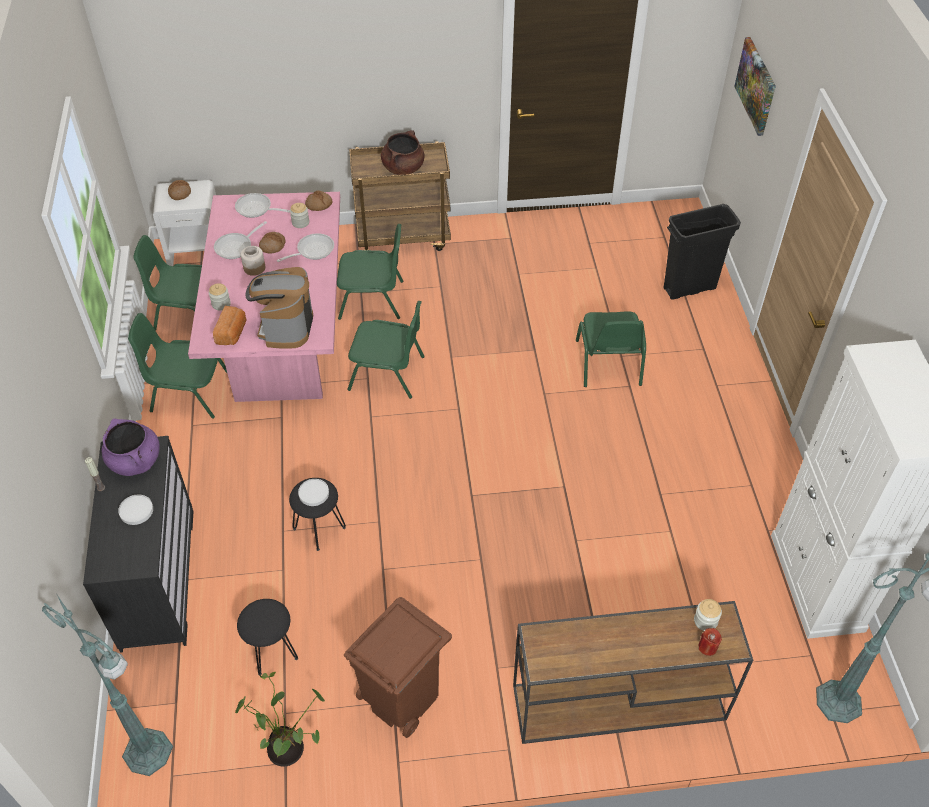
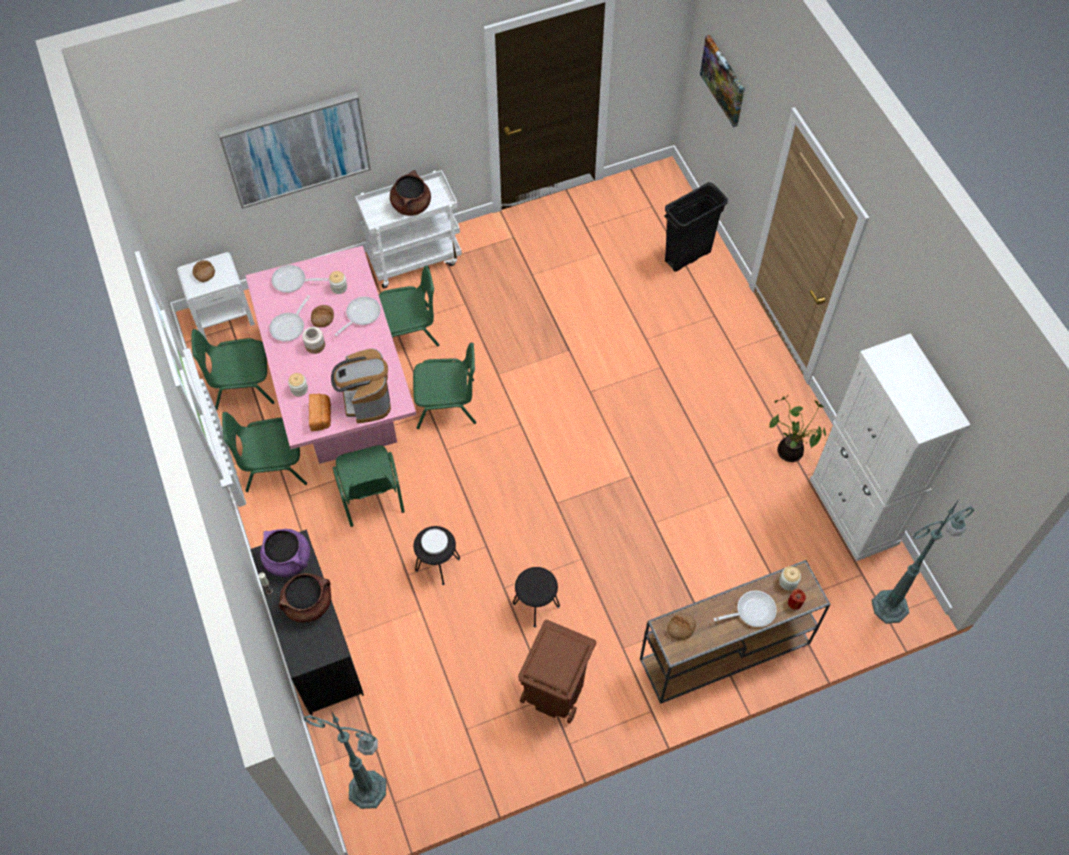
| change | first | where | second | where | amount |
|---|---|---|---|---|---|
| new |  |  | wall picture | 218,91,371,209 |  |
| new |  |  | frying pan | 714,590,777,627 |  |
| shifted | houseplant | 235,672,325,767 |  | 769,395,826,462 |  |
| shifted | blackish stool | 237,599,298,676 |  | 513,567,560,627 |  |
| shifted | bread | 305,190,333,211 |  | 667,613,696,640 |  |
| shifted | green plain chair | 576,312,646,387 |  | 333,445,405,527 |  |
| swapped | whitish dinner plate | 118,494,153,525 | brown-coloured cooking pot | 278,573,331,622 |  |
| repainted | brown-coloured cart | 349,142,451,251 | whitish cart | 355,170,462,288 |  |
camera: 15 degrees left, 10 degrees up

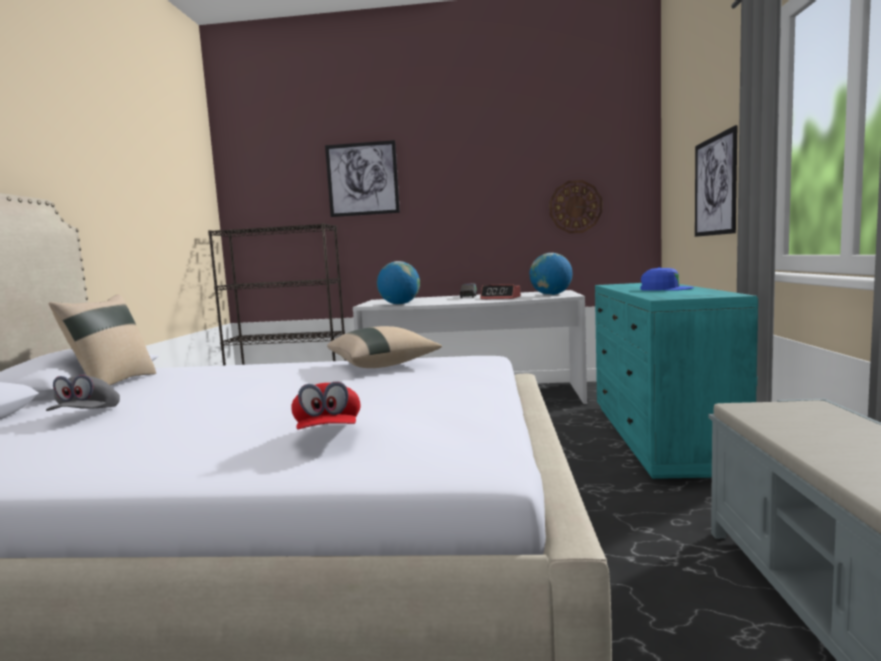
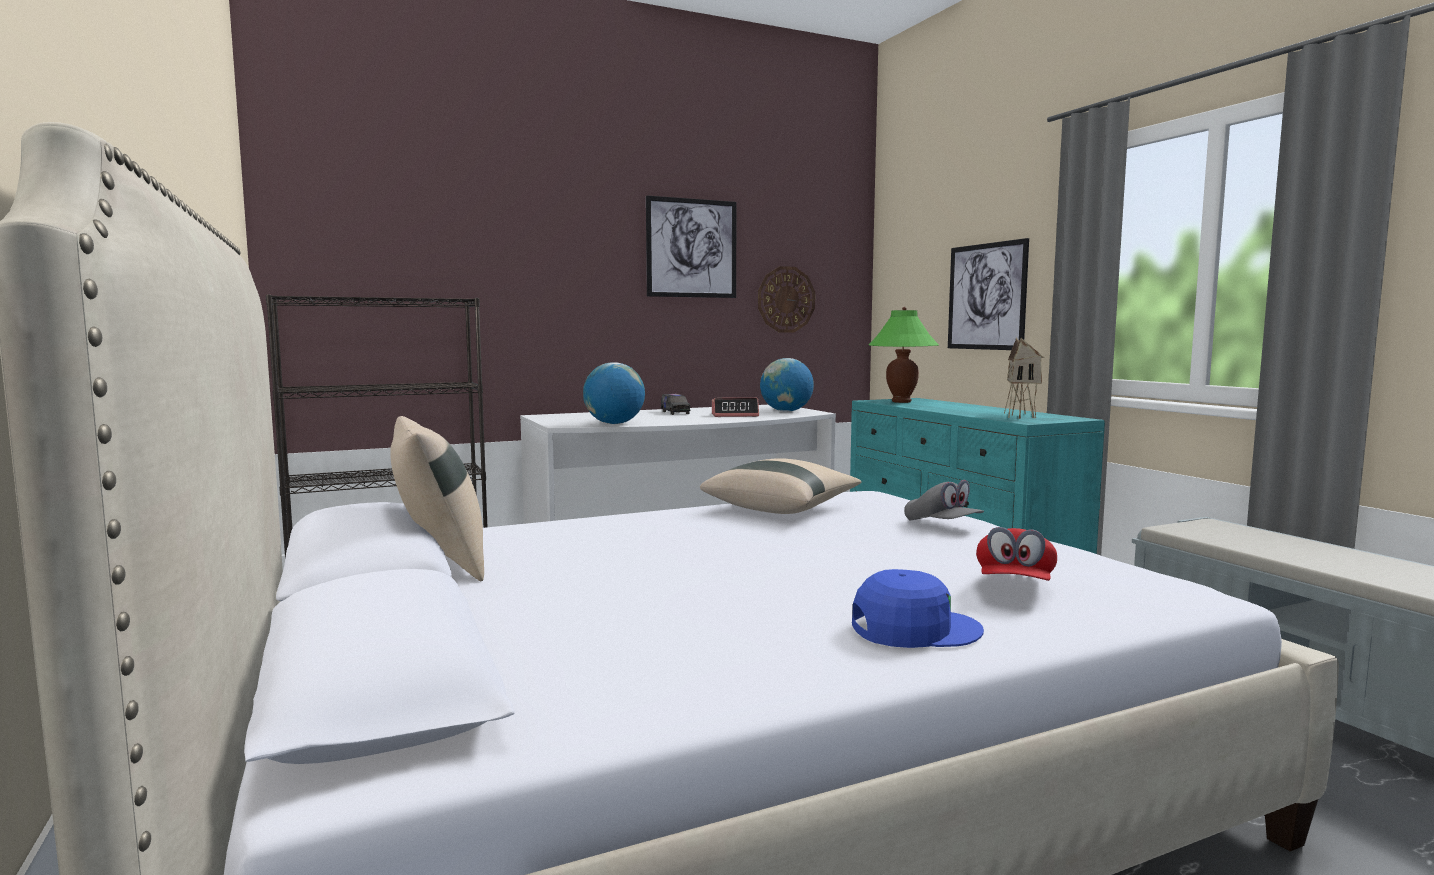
| change | first | where | second | where | amount |
|---|---|---|---|---|---|
| new |  |  | green table lamp | 869,307,939,403 |  |
| new |  |  | miniature house | 1004,337,1044,419 |  |
| shifted | grey baseball cap | 46,375,120,411 |  | 904,480,984,521 |  |
| shifted | wall picture | 325,140,400,217 |  | 646,195,737,298 |  |
| shifted | blue baseball cap | 640,267,694,291 |  | 852,569,984,648 |  |
| rotated | red baseball cap | 291,381,360,430 |  | 976,527,1057,581 | 60 degrees clockwise |
camera: 30 degrees left, 0 degrees up

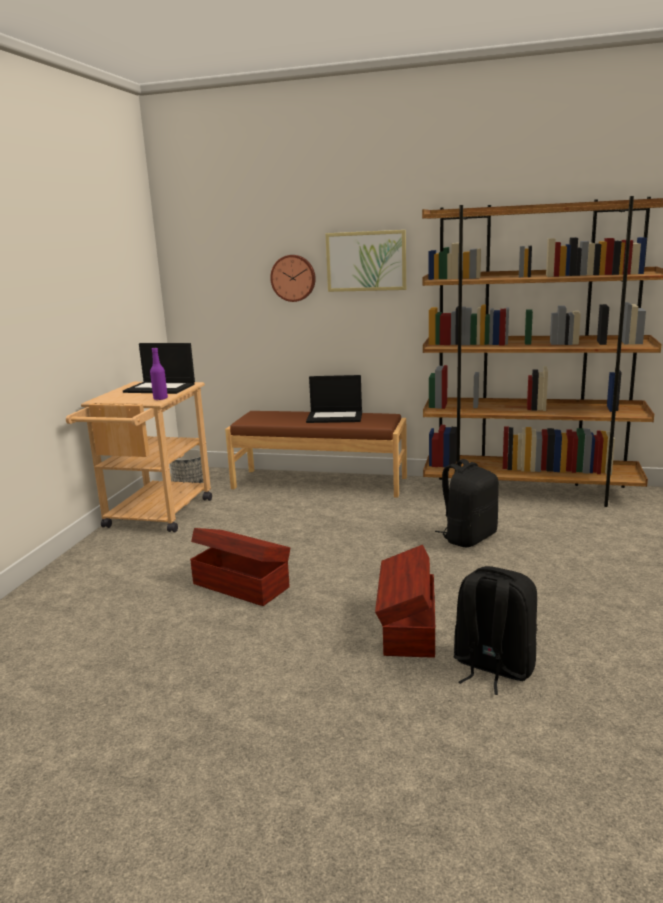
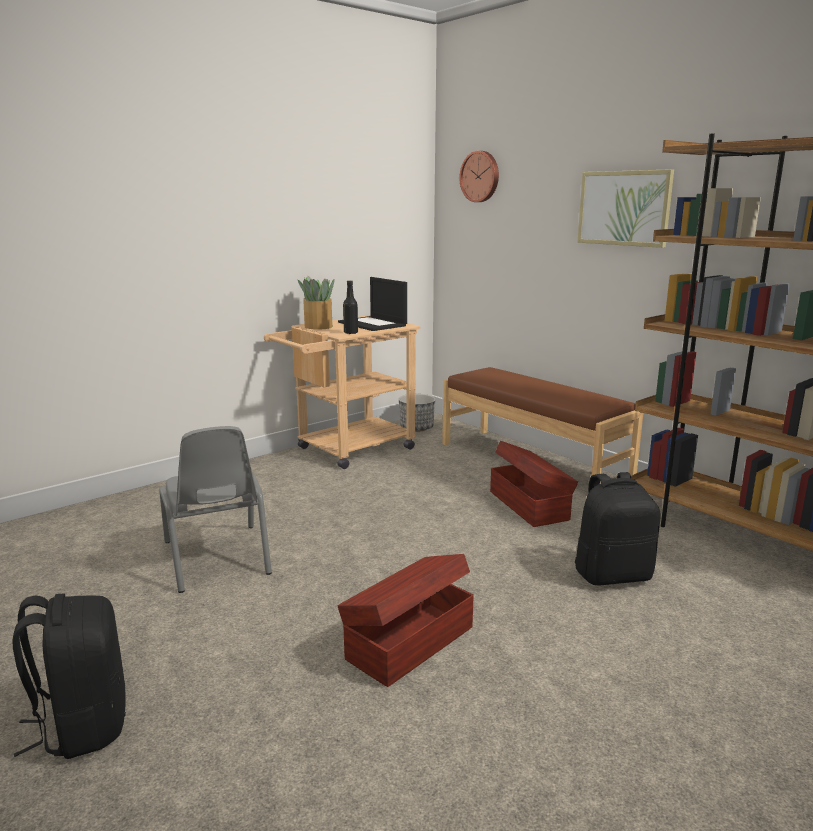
| change | first | where | second | where | amount |
|---|---|---|---|---|---|
| gone | portable computer | 306,375,362,423 |  |  |  |
| new |  |  | grey plain chair | 159,426,272,593 |  |
| new |  |  | houseplant | 298,276,335,330 |  |
| shifted | brown-coloured storage box | 190,528,290,606 |  | 490,441,578,527 |  |
| shifted | hanging clock | 270,255,316,302 |  | 459,151,499,202 |  |
| shifted | blackish knapsack | 454,566,537,695 |  | 13,594,126,759 |  |
| repainted | purple drink bottle | 150,348,168,400 | blackish drink bottle | 343,280,358,334 |  |
camera: 35 degrees right, 0 degrees up

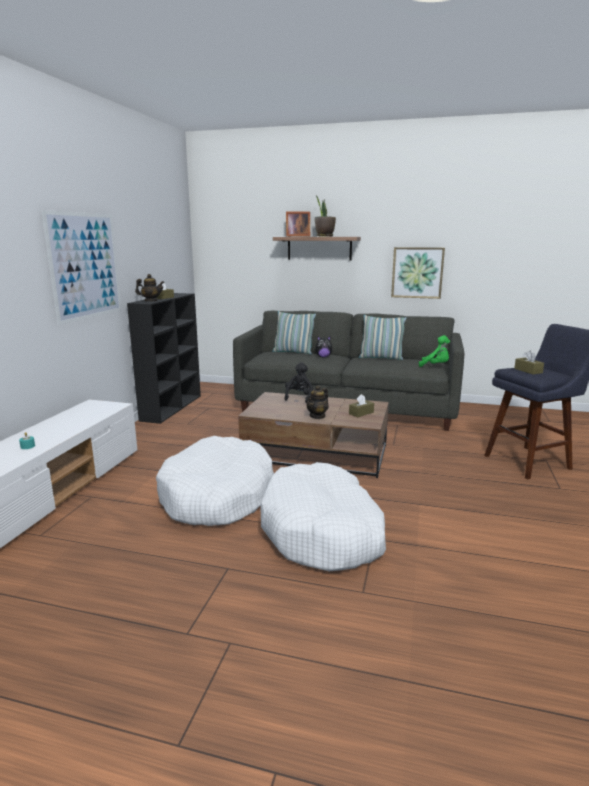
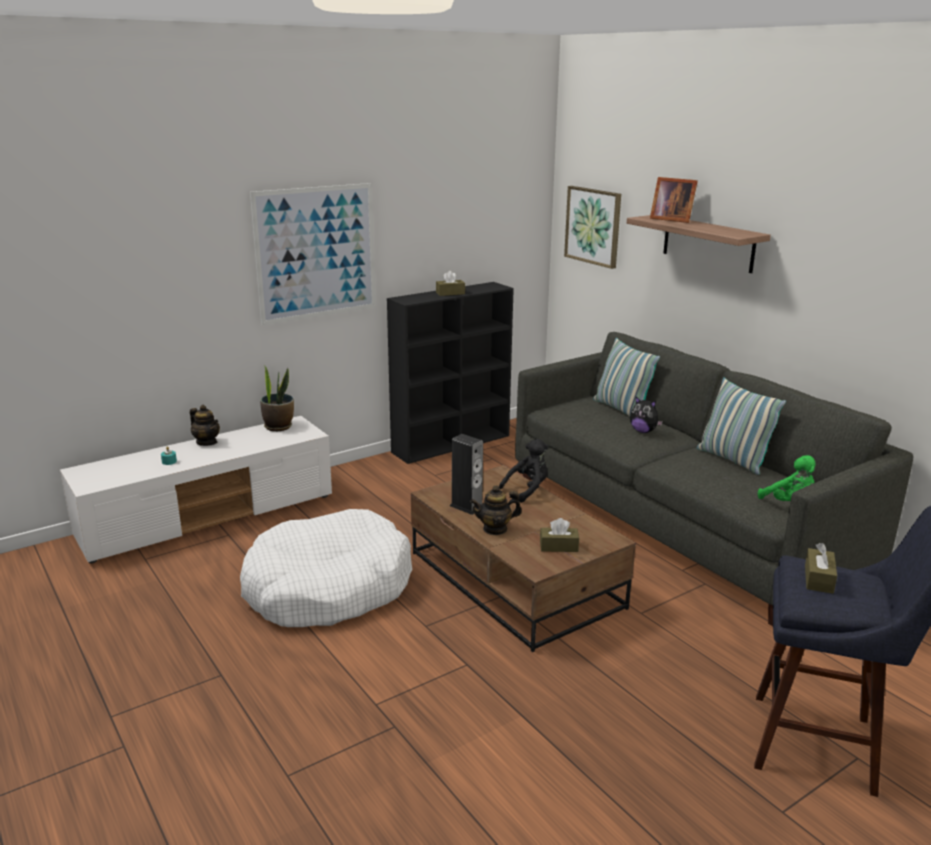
| change | first | where | second | where | amount |
|---|---|---|---|---|---|
| gone | whitish dog cushion | 260,462,386,571 |  |  |  |
| new |  |  | audio speaker | 450,434,483,515 |  |
| shifted | tea pot | 135,274,164,301 |  | 190,405,220,446 |  |
| shifted | houseplant | 315,196,336,237 |  | 260,365,294,431 |  |
| shifted | wall picture | 391,247,445,299 |  | 564,186,621,269 |  |
camera: 40 degrees right, 5 degrees up

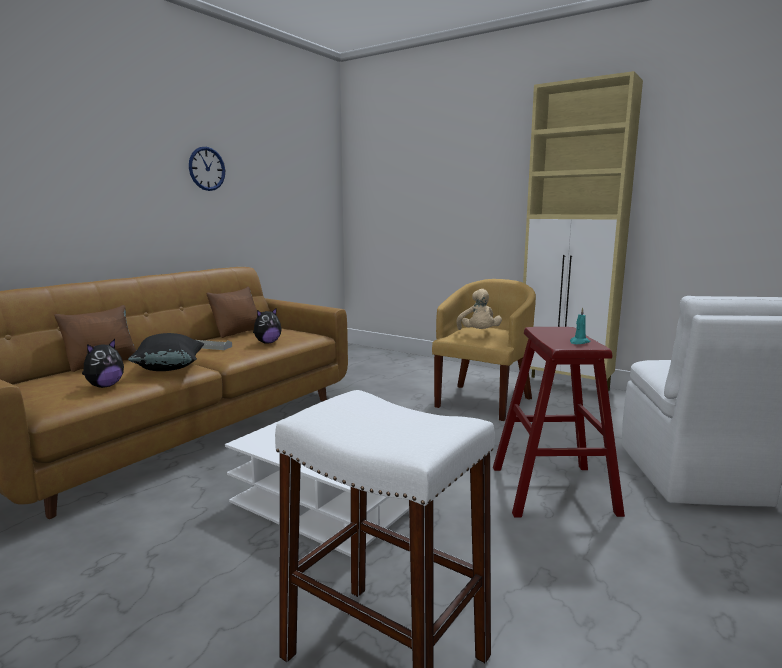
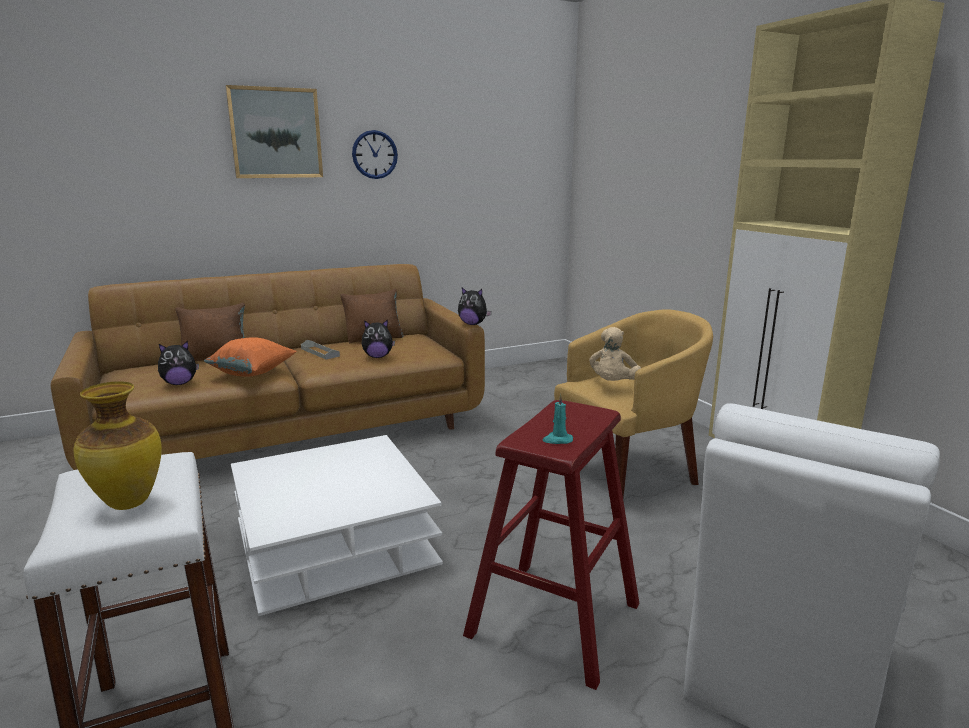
| change | first | where | second | where | amount |
|---|---|---|---|---|---|
| new |  |  | decorative vase | 74,381,162,510 |  |
| new |  |  | wall picture | 225,85,323,178 |  |
| new |  |  | soft toy | 458,287,492,325 |  |
| repainted | blackish cushion | 128,333,205,371 | orange cushion | 204,337,297,377 |  |
camera: 30 degrees right, 5 degrees up

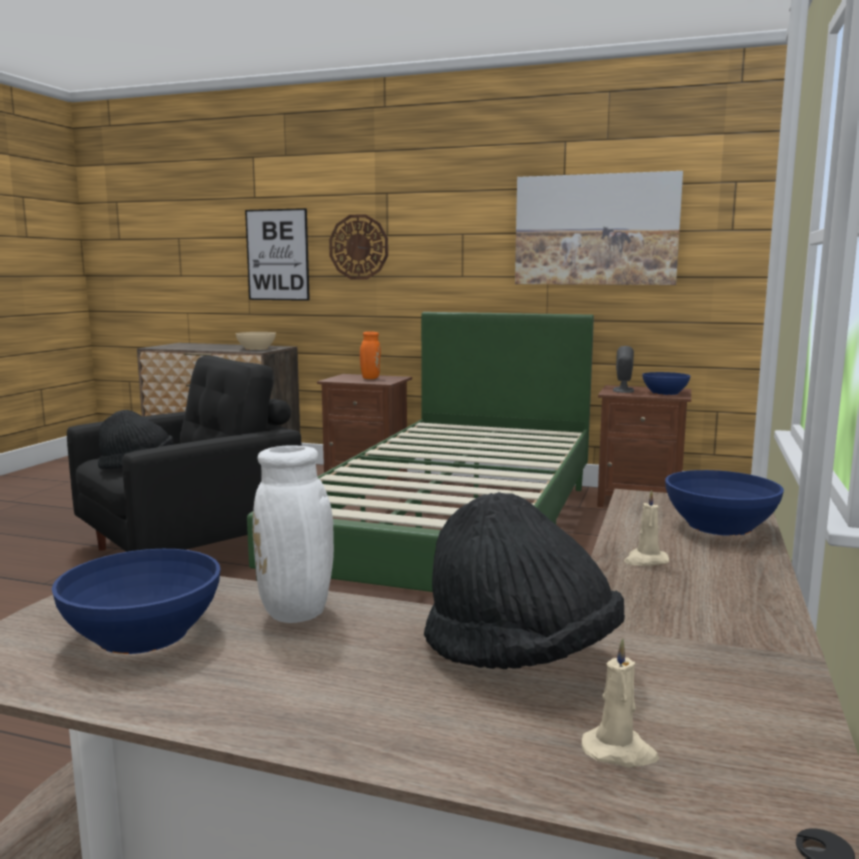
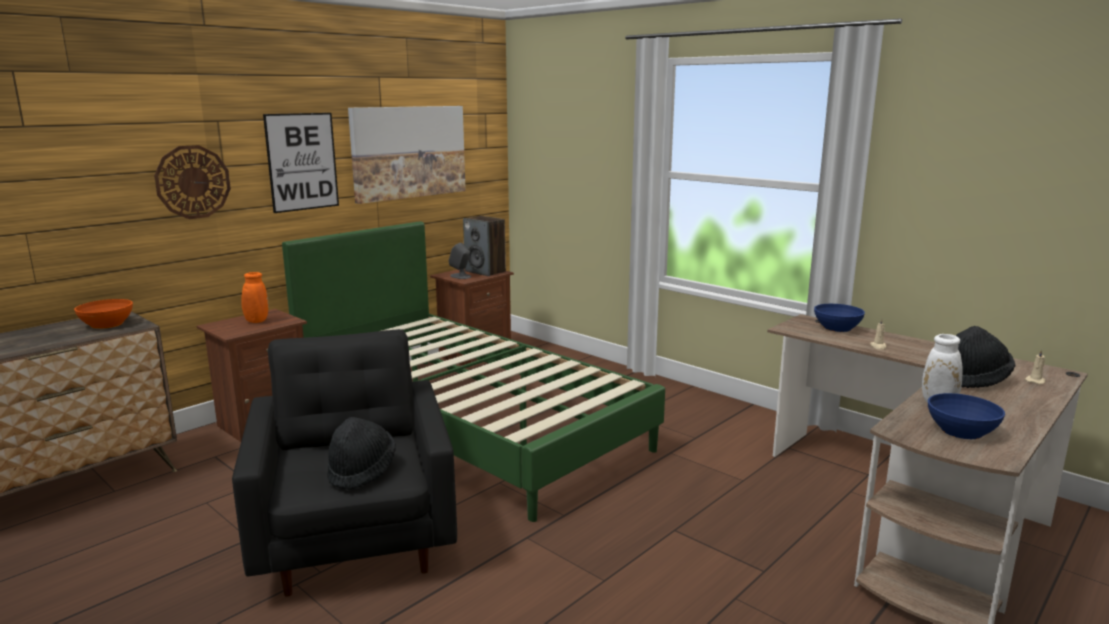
| change | first | where | second | where | amount |
|---|---|---|---|---|---|
| shifted | wall picture | 245,208,310,301 |  | 263,113,339,213 |  |
| swapped | blue serving bowl | 642,372,690,395 | audio speaker | 463,216,506,276 |  |
| repainted | beige serving bowl | 236,332,276,350 | orange serving bowl | 74,299,133,329 |  |
camera: 65 degrees left, 5 degrees up

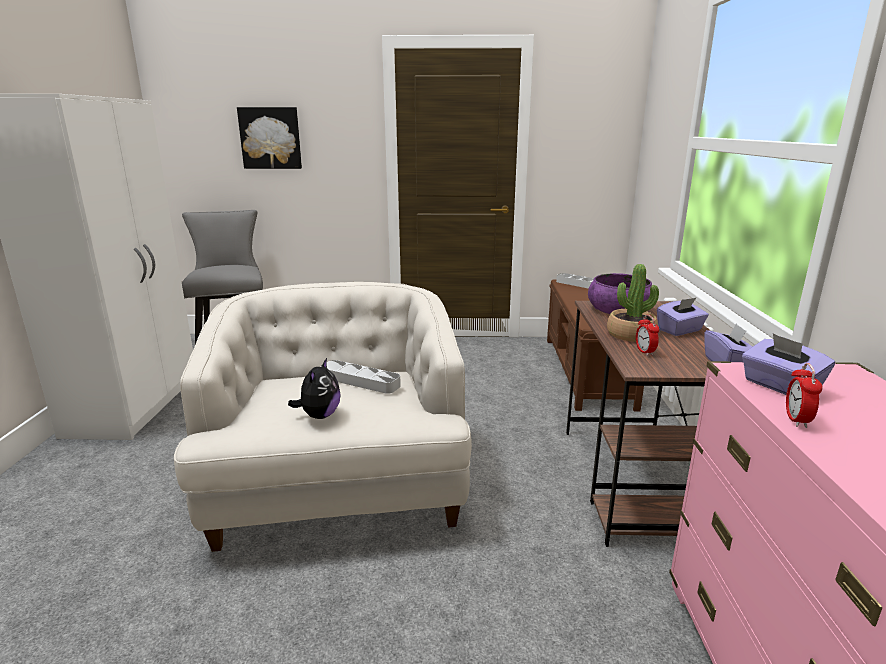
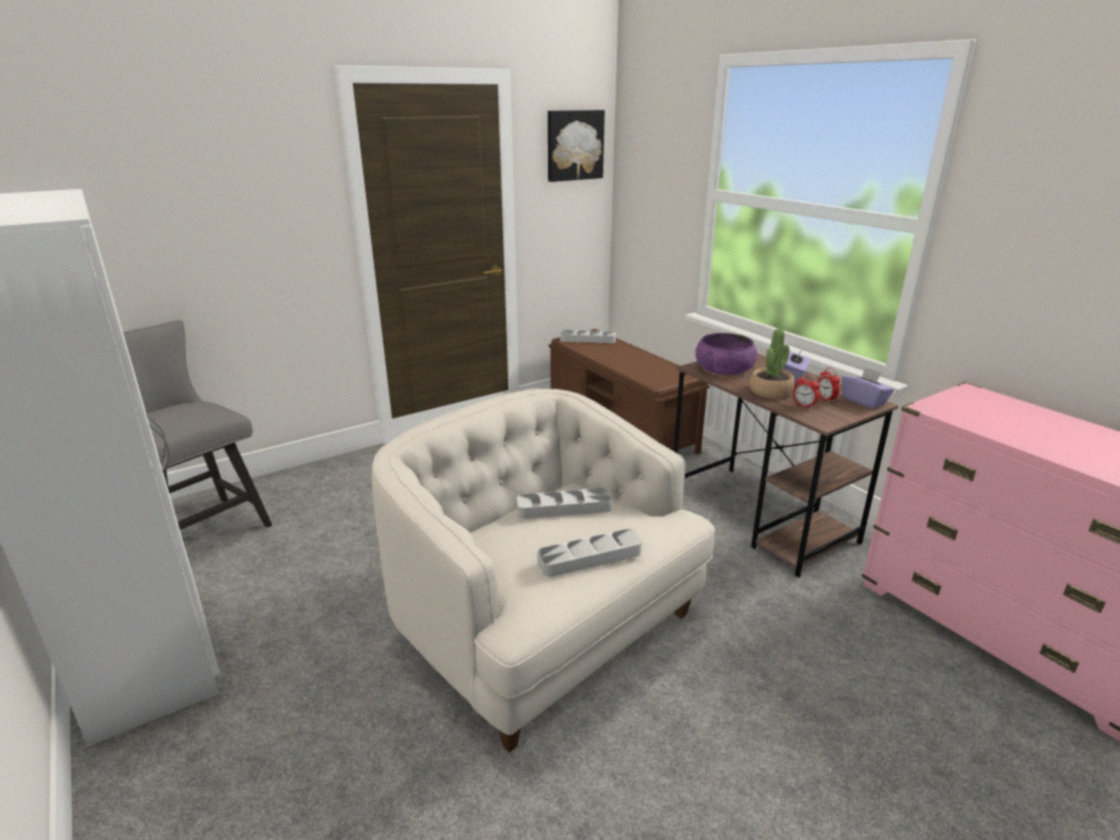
| change | first | where | second | where | amount |
|---|---|---|---|---|---|
| gone | purple tissue box | 742,334,835,395 |  |  |  |
| shifted | wall picture | 237,107,302,169 |  | 548,110,605,182 |  |
| shifted | alarm clock | 786,363,823,428 |  | 818,368,840,403 |  |
| swapped | soft toy | 288,358,341,419 | grey serving tray | 537,529,642,577 |  |
camera: 35 degrees left, 5 degrees up

